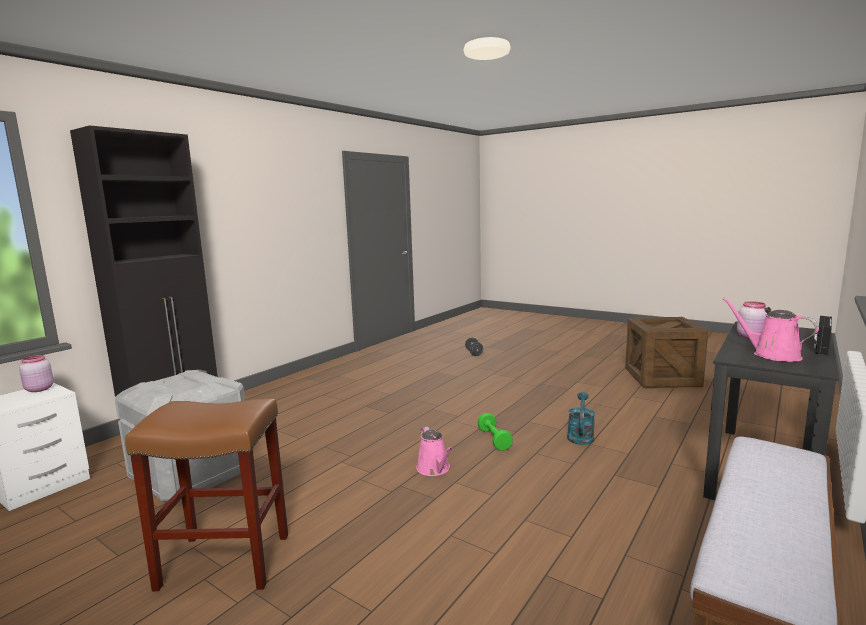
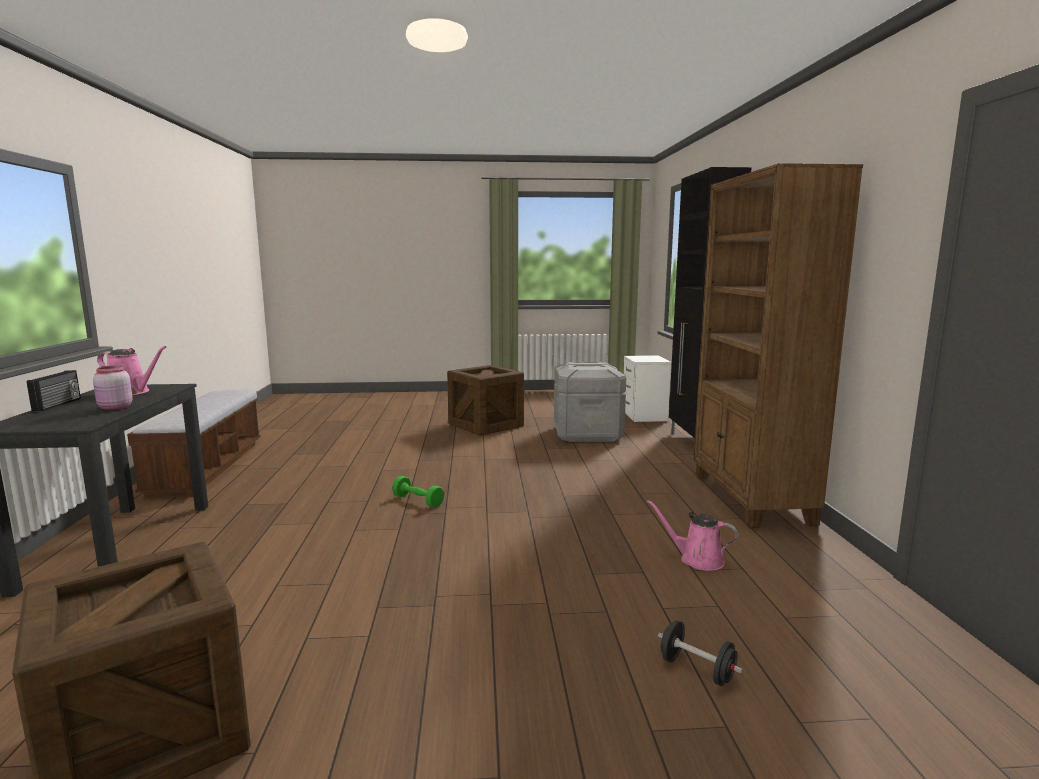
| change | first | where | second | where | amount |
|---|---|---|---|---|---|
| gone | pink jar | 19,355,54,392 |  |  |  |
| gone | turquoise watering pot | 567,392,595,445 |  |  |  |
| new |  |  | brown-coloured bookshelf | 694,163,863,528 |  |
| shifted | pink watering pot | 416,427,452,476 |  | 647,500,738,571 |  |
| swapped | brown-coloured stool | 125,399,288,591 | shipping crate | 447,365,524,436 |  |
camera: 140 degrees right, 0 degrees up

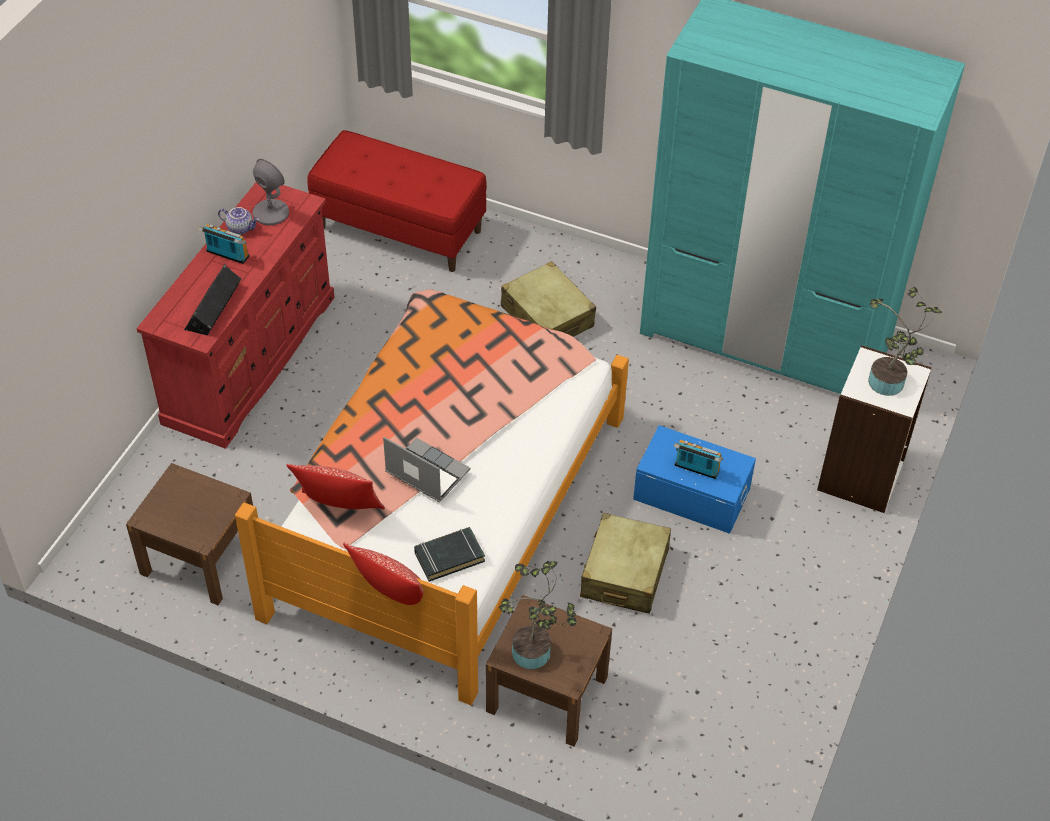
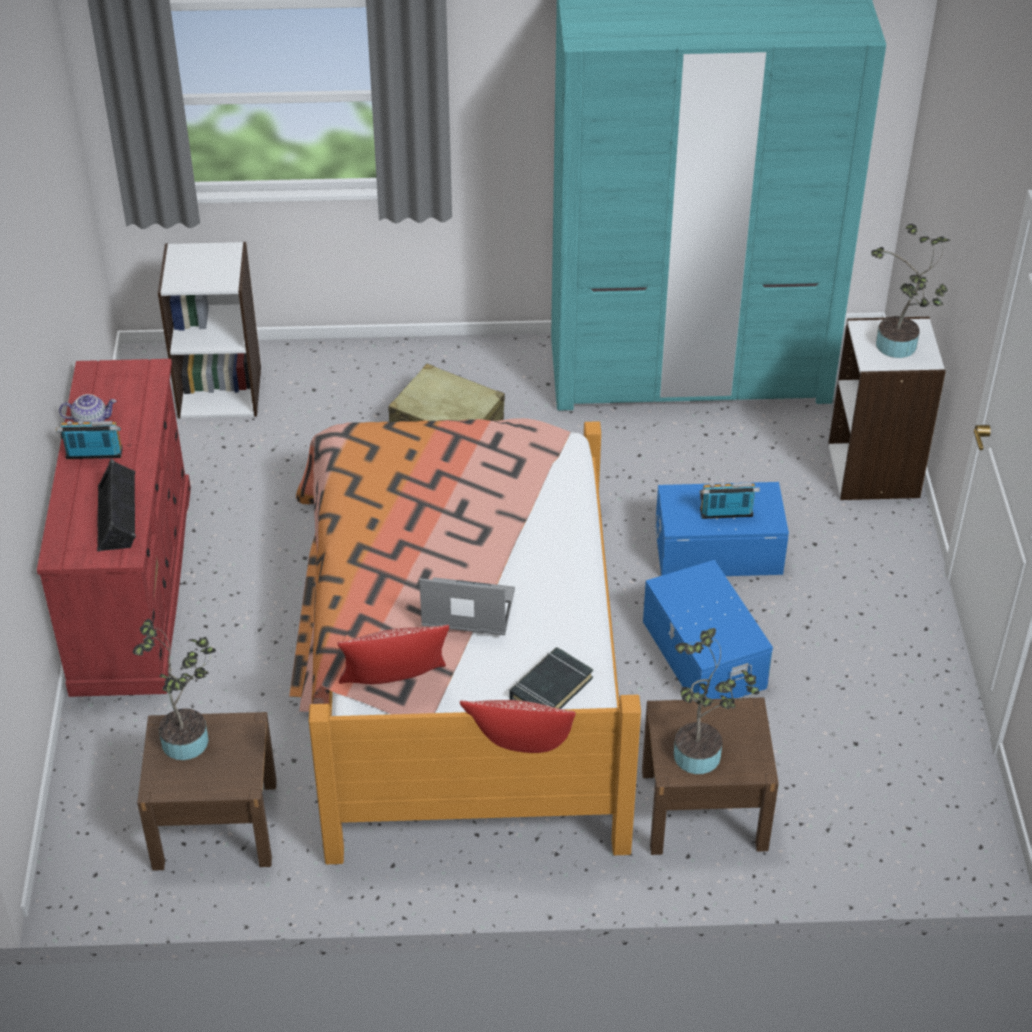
| change | first | where | second | where | amount |
|---|---|---|---|---|---|
| gone | grey table lamp | 253,159,289,226 |  |  |  |
| new |  |  | houseplant | 133,619,216,760 |  |
| swapped | red long seat | 307,130,487,272 | whitish bookshelf | 158,242,261,419 |  |
| swapped | beige suitcase | 580,513,671,614 | blue storage box | 643,560,773,699 |  |
camera: 25 degrees left, 5 degrees down

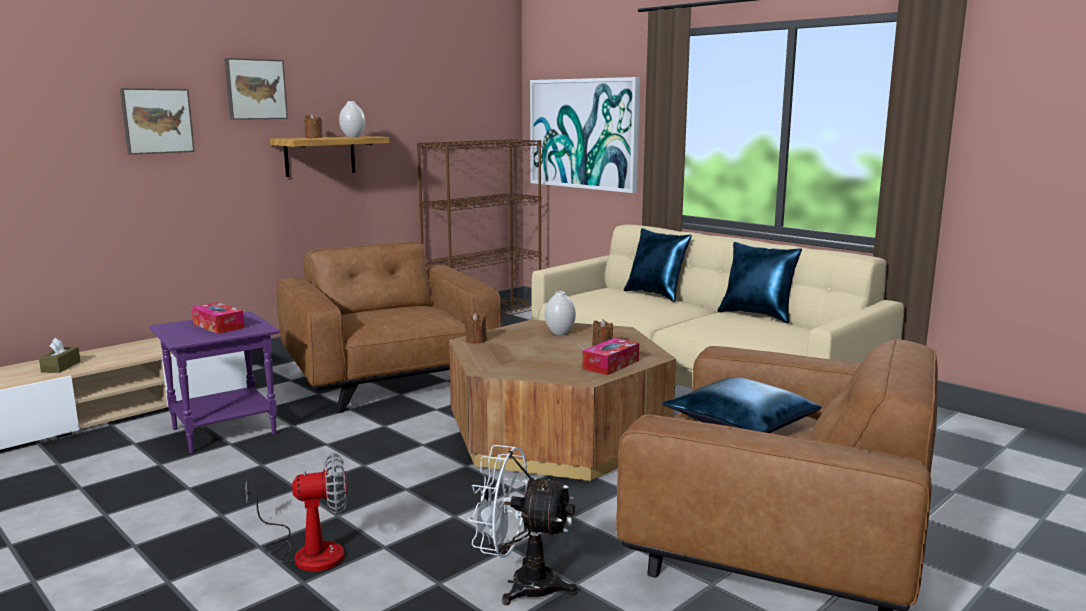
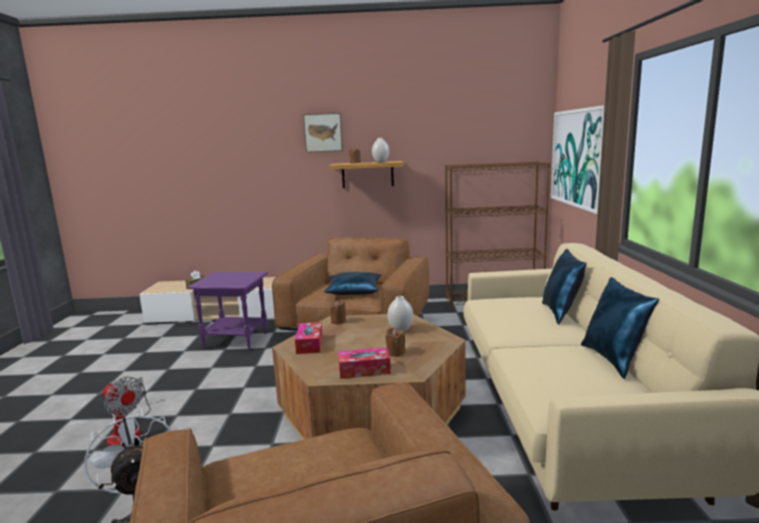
| change | first | where | second | where | amount |
|---|---|---|---|---|---|
| gone | wall picture | 120,88,195,154 |  |  |  |
| shifted | tissue box | 191,302,244,334 |  | 295,322,323,354 |  |
| shifted | blue cushion | 662,377,821,433 |  | 324,272,381,295 |  |
camera: 45 degrees right, 0 degrees up

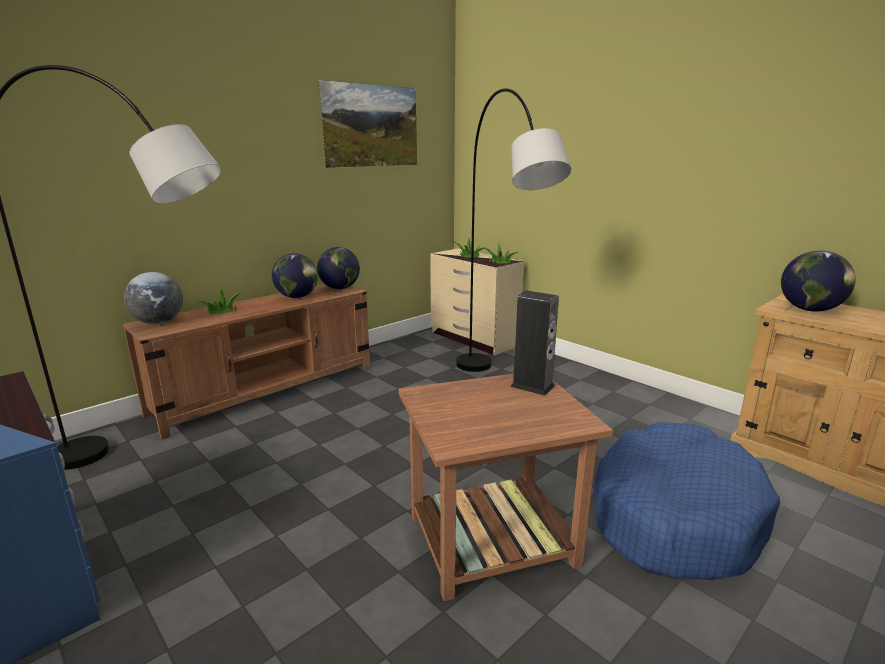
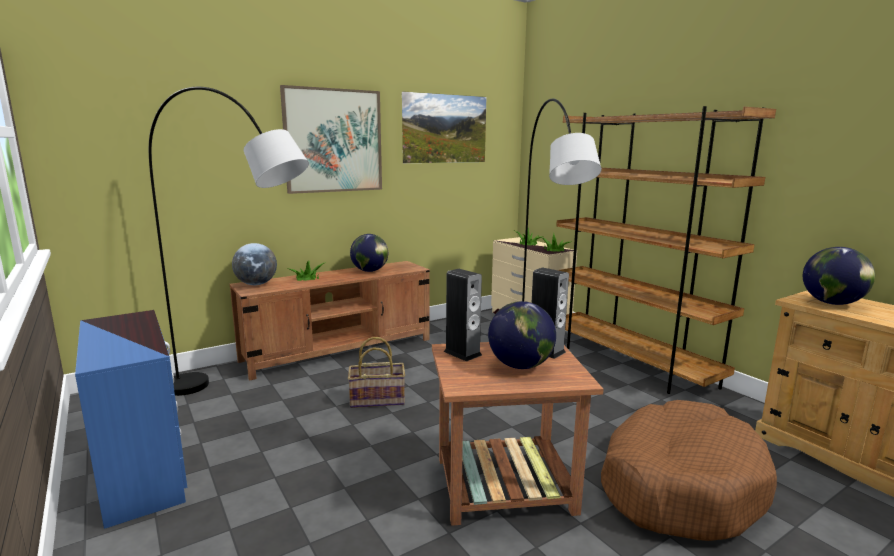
| change | first | where | second | where | amount |
|---|---|---|---|---|---|
| new |  |  | wall picture | 280,85,382,194 |  |
| new |  |  | storage basket | 348,337,405,408 |  |
| new |  |  | audio speaker | 443,269,482,361 |  |
| new |  |  | brown-coloured bookshelf | 556,106,776,394 |  |
| shifted | world globe | 317,247,360,289 |  | 488,301,556,369 |  |
| repainted | blue dog cushion | 594,422,780,580 | brown-coloured dog cushion | 601,400,777,541 |  |
camera: 10 degrees right, 5 degrees down

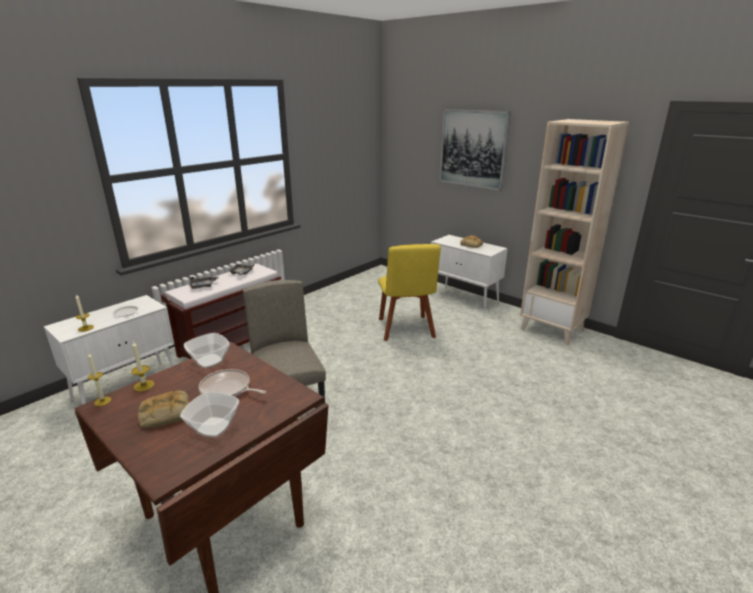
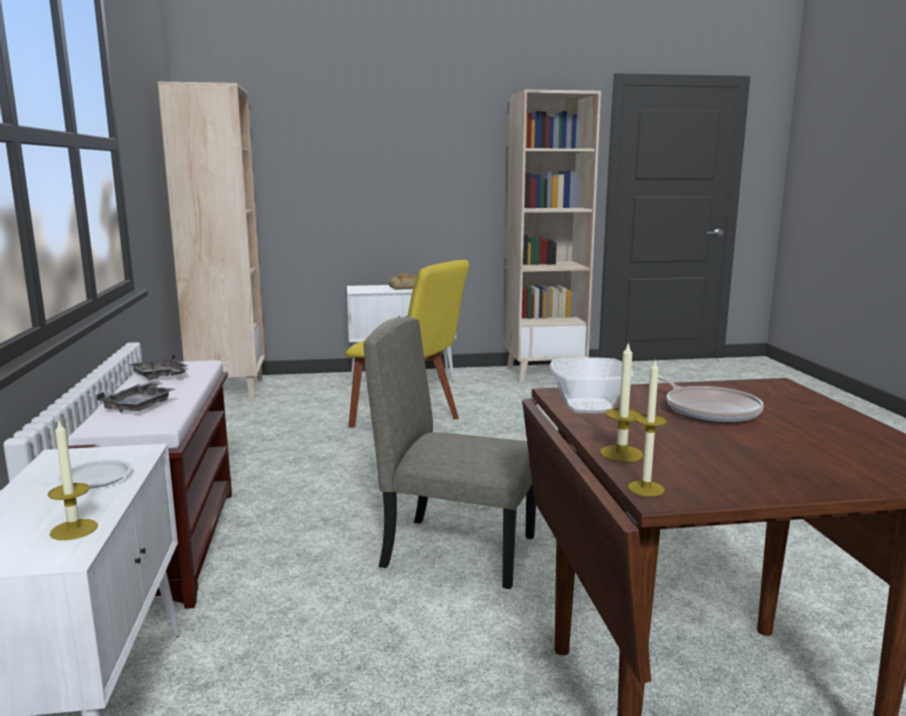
| change | first | where | second | where | amount |
|---|---|---|---|---|---|
| gone | bread | 138,391,189,428 |  |  |  |
| gone | serving bowl | 180,392,240,437 |  |  |  |
| gone | wall picture | 440,109,511,191 |  |  |  |
| new |  |  | beige bookshelf | 158,82,265,400 |  |
| rotated | frying pan | 199,369,266,397 |  | 649,374,764,424 | 90 degrees counterclockwise |
camera: 50 degrees left, 10 degrees down

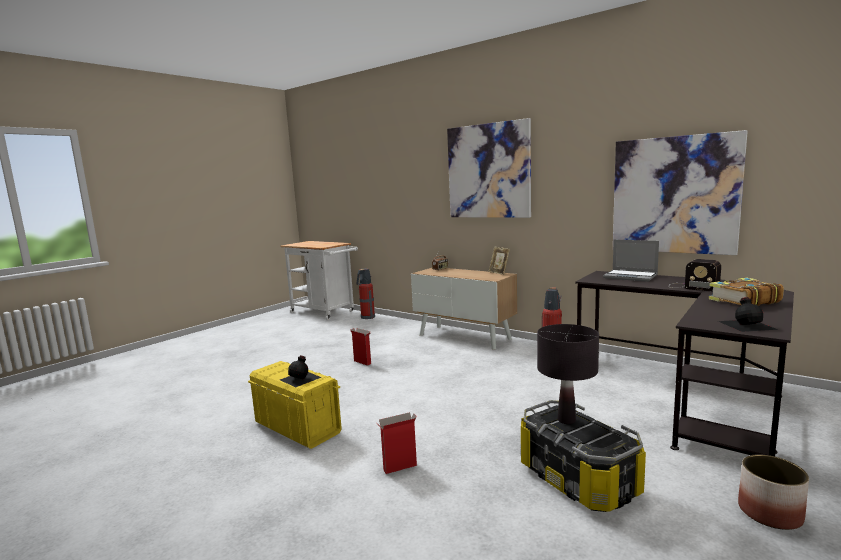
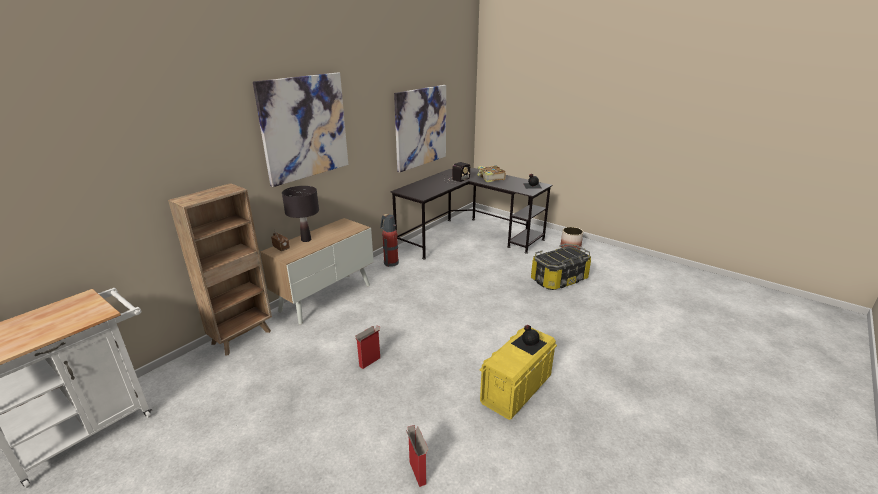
| change | first | where | second | where | amount |
|---|---|---|---|---|---|
| gone | extinguisher | 357,268,375,319 |  |  |  |
| gone | photo frame | 488,247,510,275 |  |  |  |
| gone | portable computer | 603,240,659,282 |  |  |  |
| new |  |  | brown-coloured bookshelf | 168,183,272,356 |  |
| shifted | carton | 376,412,417,474 |  | 406,425,428,487 |  |
| shifted | blackish table lamp | 537,324,599,424 |  | 282,186,319,242 |  |
camera: 90 degrees left, 15 degrees up

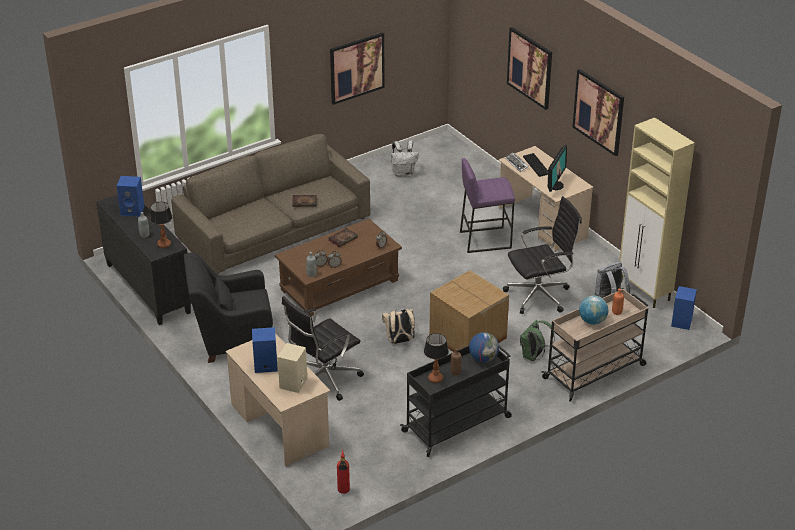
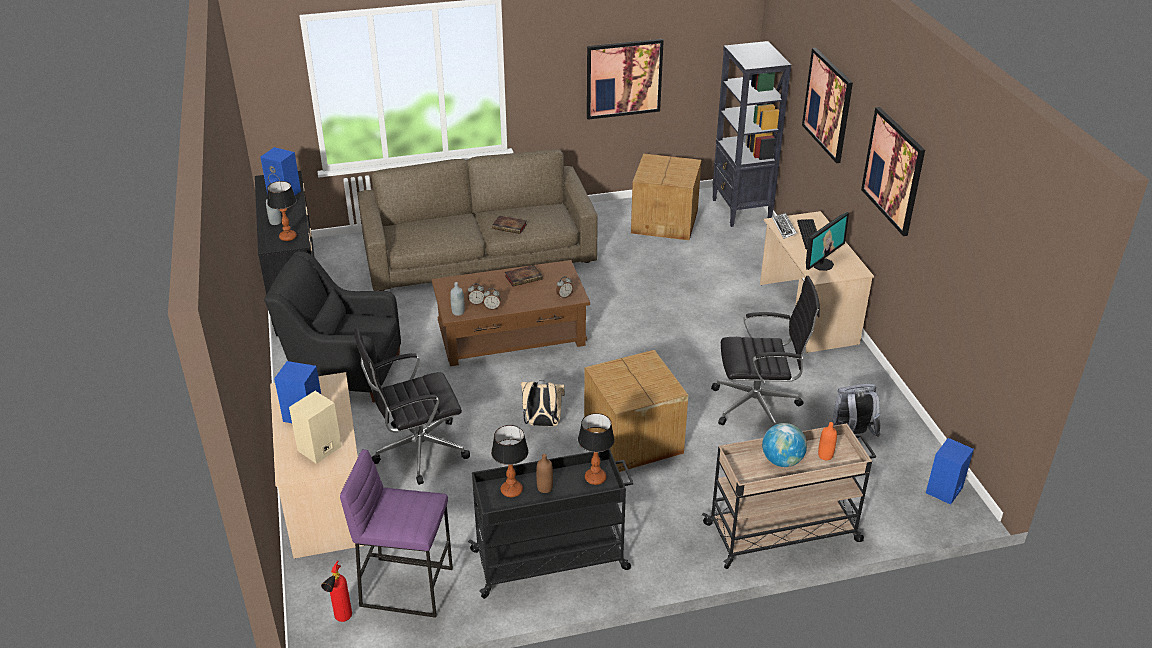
| change | first | where | second | where | amount |
|---|---|---|---|---|---|
| gone | green knapsack | 520,320,555,361 |  |  |  |
| gone | beige storage cabinet | 619,118,695,308 |  |  |  |
| new |  |  | blackish bookshelf | 712,41,791,227 |  |
| shifted | purple stool | 460,158,515,253 |  | 340,449,453,618 |  |
| swapped | whitish knapsack | 391,140,419,177 | carton | 631,153,701,240 |  |
| swapped | world globe | 469,332,499,362 | table lamp | 578,413,615,485 |  |
camera: 20 degrees right, 0 degrees up

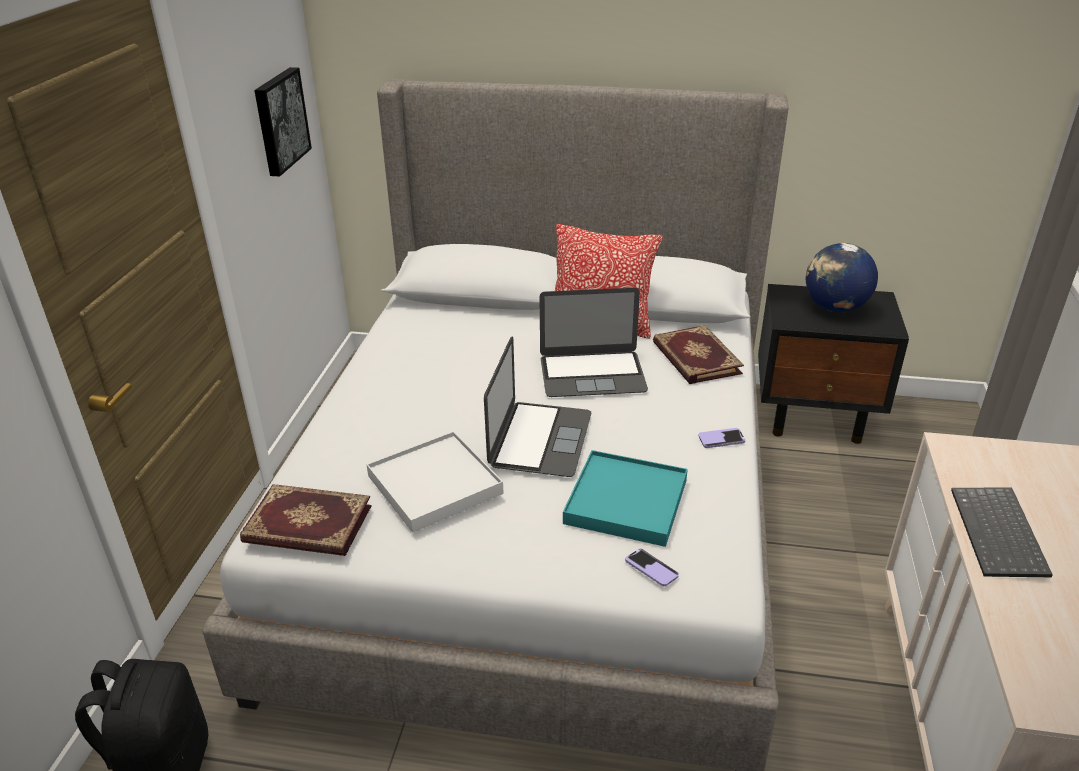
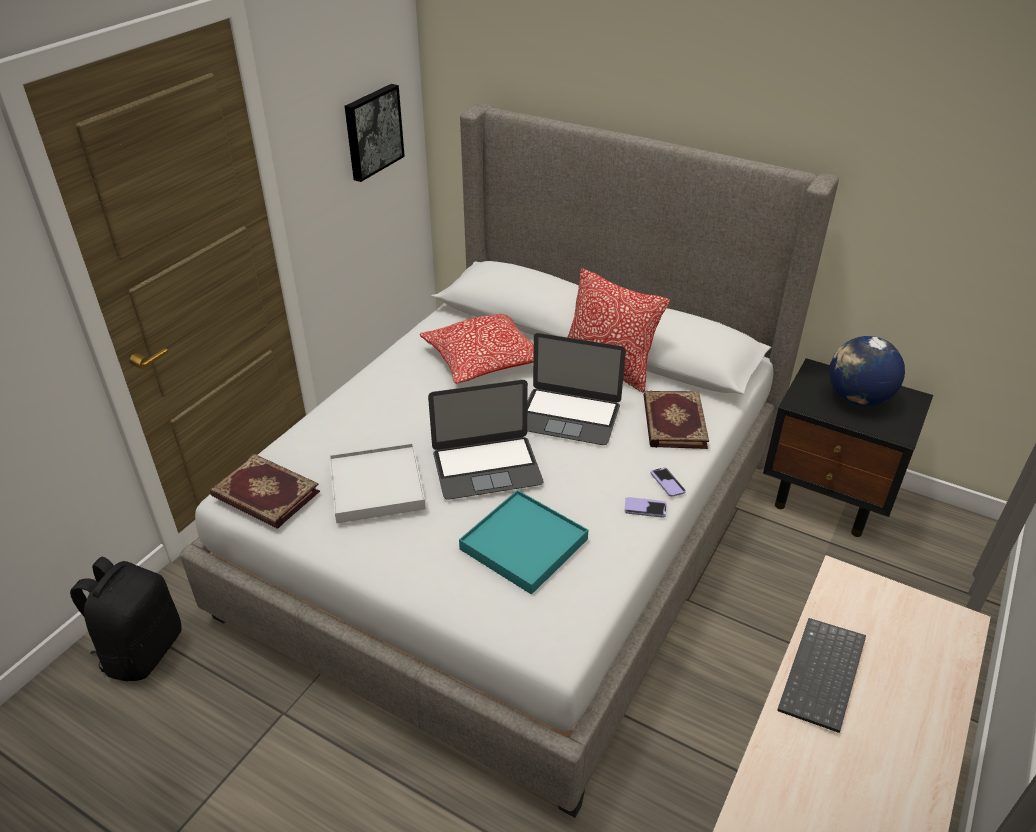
| change | first | where | second | where | amount |
|---|---|---|---|---|---|
| new |  |  | cushion | 420,314,534,384 |  |
| shifted | telephone | 625,549,679,586 |  | 651,467,686,497 |  |
| rotated | portable computer | 484,336,591,477 |  | 428,380,543,500 | 45 degrees clockwise |
camera: 20 degrees right, 5 degrees up

